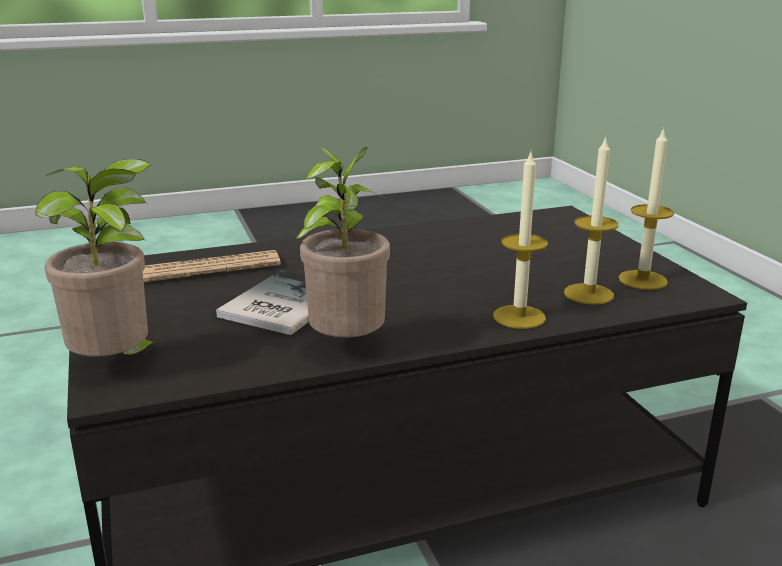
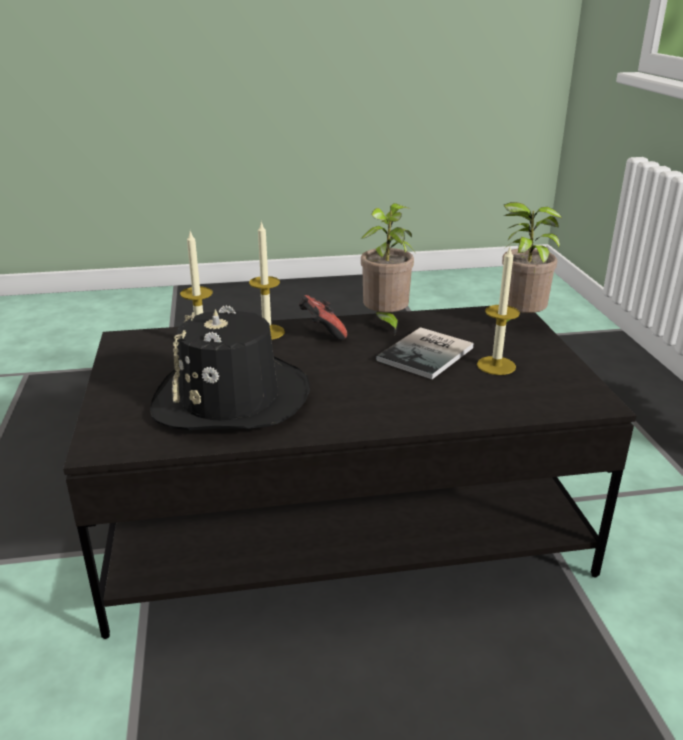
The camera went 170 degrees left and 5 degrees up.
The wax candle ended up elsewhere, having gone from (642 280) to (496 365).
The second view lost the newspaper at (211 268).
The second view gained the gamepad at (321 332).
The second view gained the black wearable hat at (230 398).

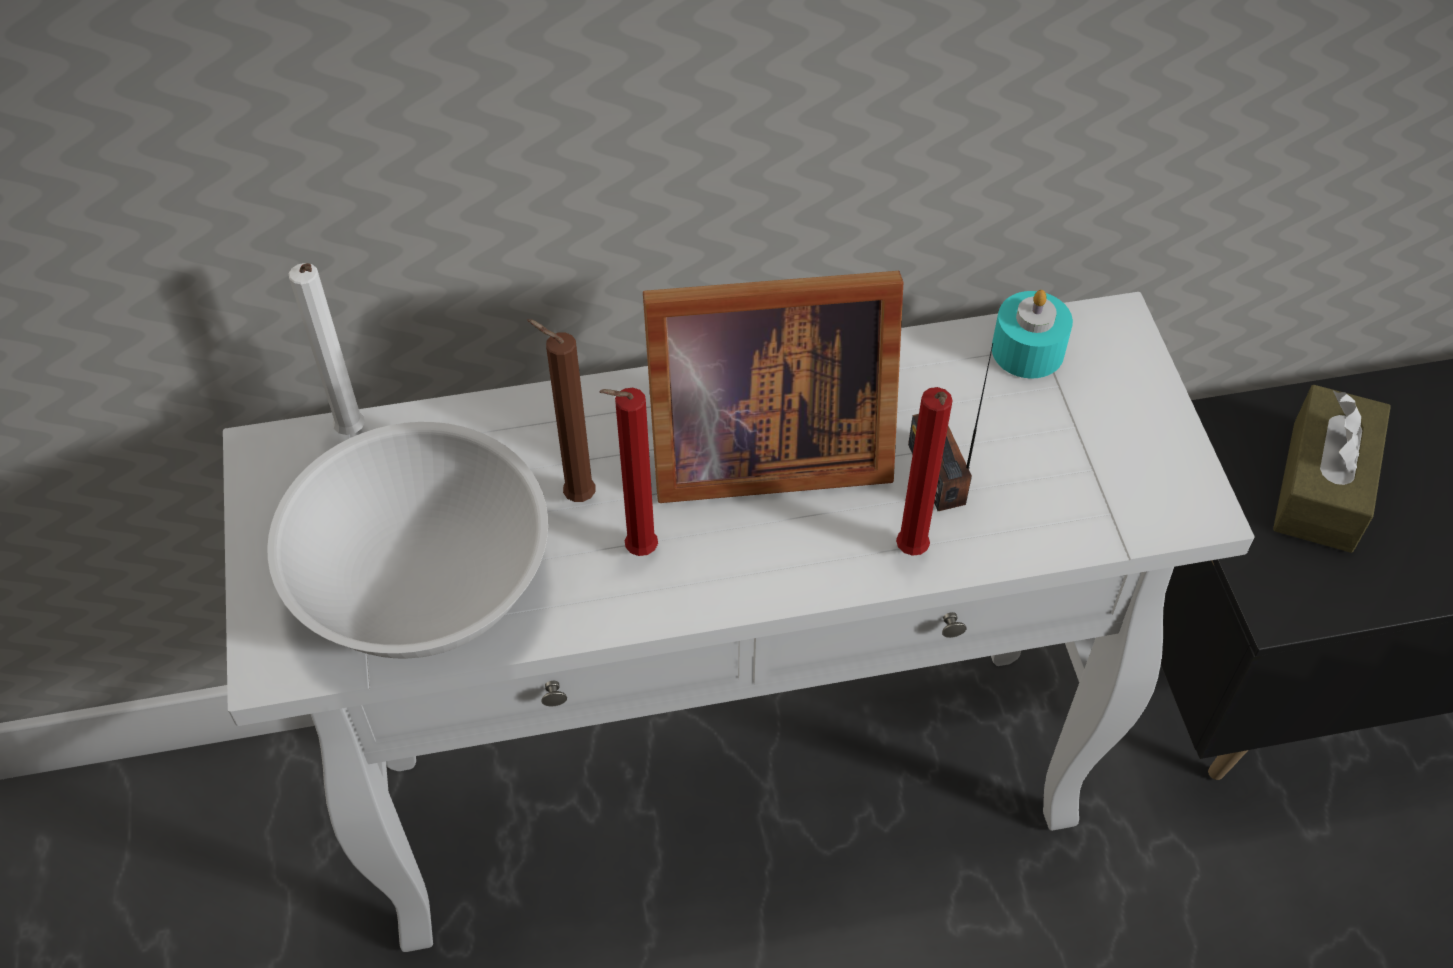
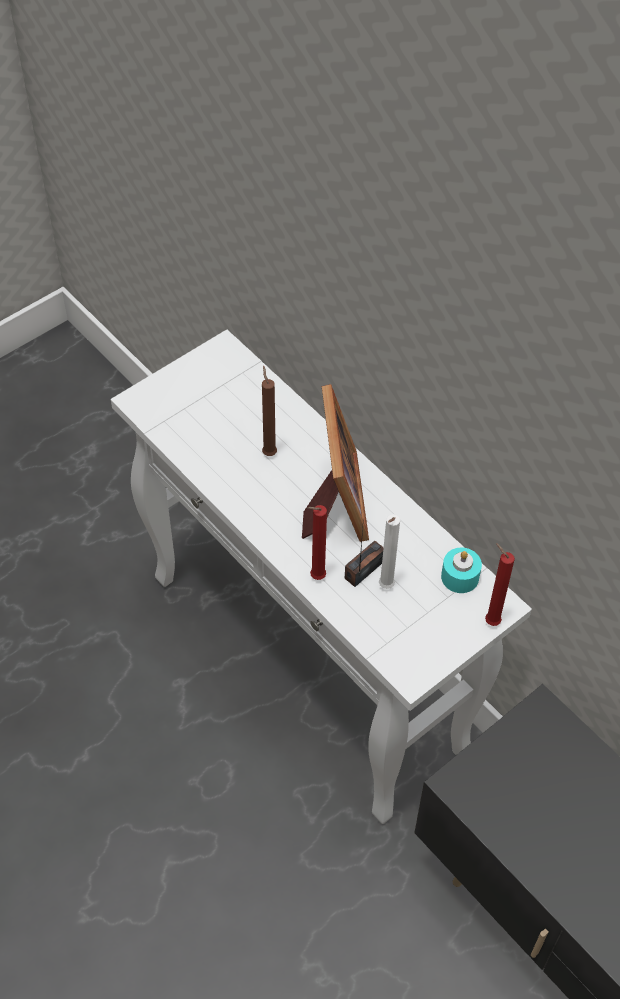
The camera went 60 degrees right and 0 degrees up.
The whitish wax candle ended up elsewhere, having gone from (353 434) to (385 587).
The standing frame at (758 448) ended up facing another way, 150 degrees counterclockwise from before.
The second view lost the brown-coloured tissue box at (1322 486).
The reddish wax candle ended up elsewhere, having gone from (636 552) to (490 621).
The second view lost the whitish bowl at (423 588).

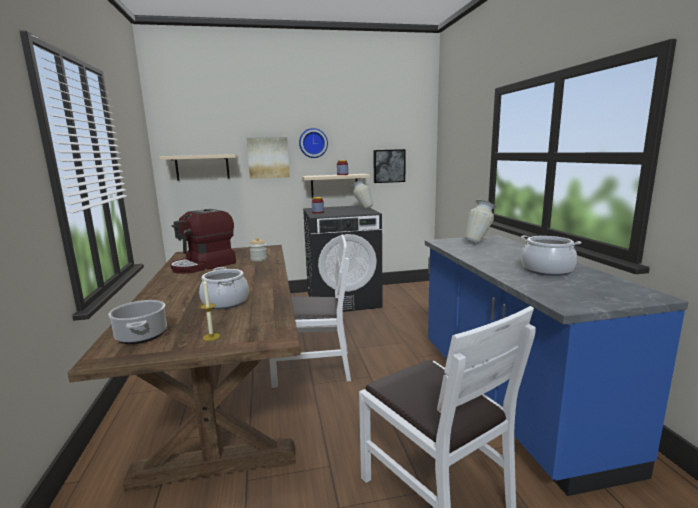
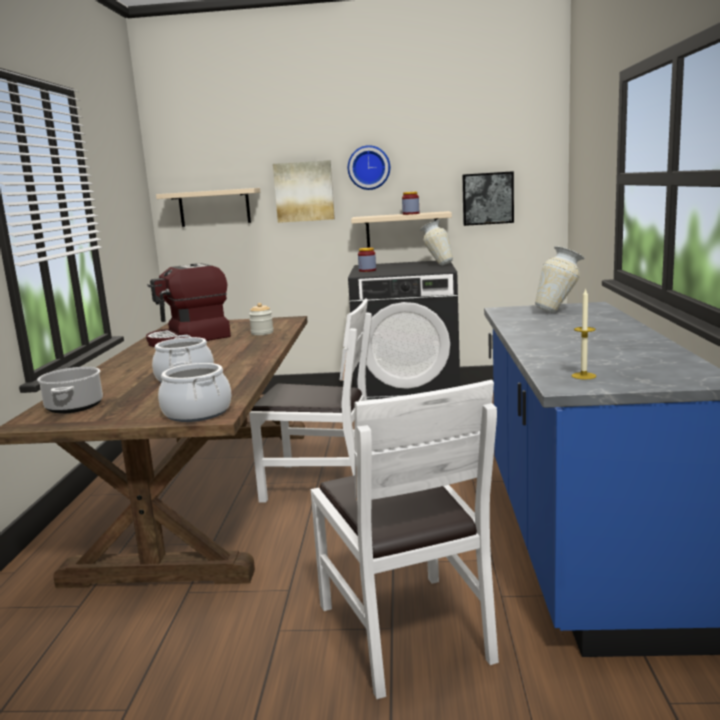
The camera went 15 degrees right and 0 degrees up.
The cooking pot ended up elsewhere, having gone from (547 270) to (197 413).
The wax candle ended up elsewhere, having gone from (211 337) to (583 376).

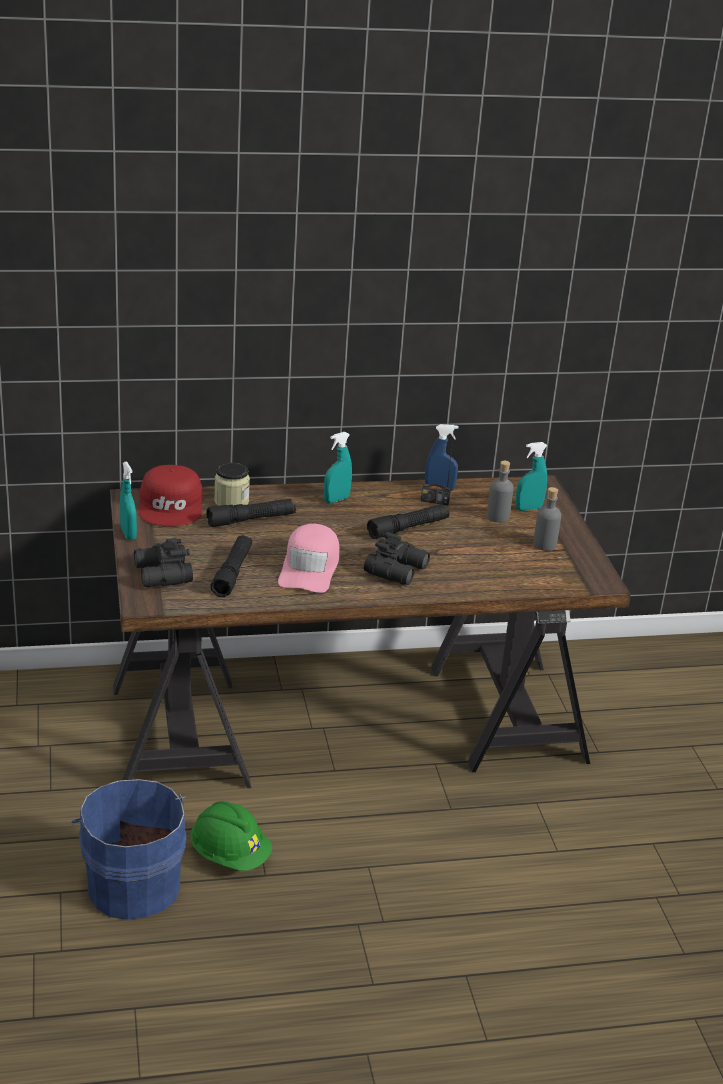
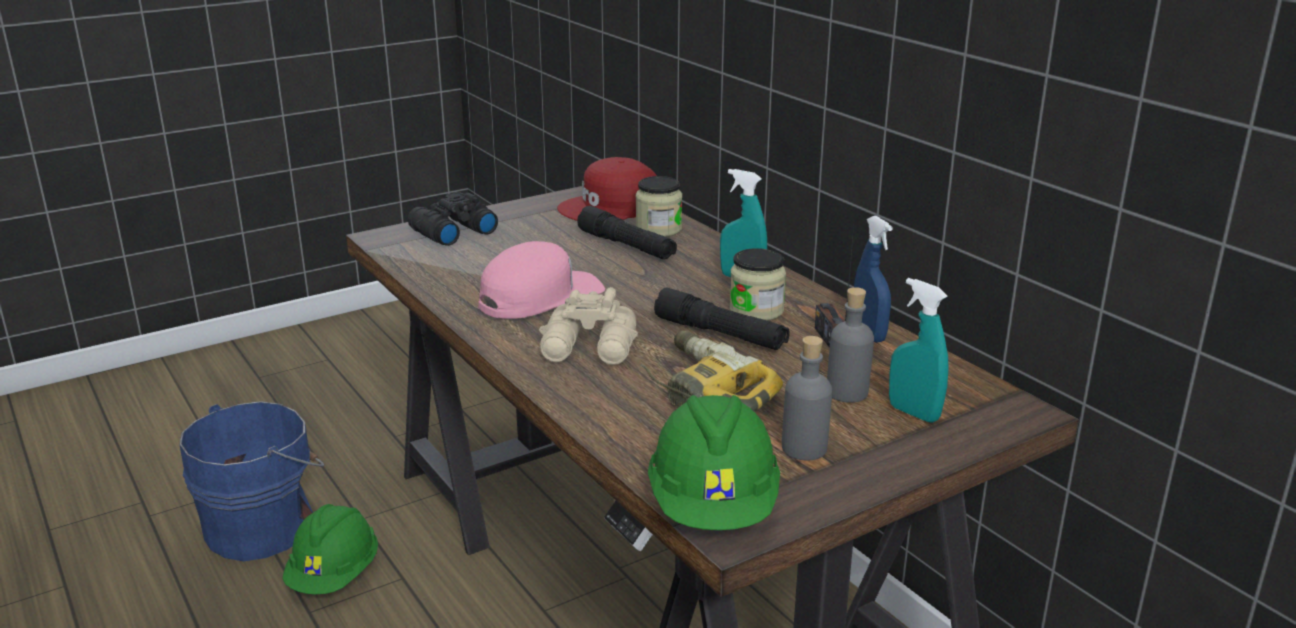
The camera went 70 degrees right and 5 degrees down.
The second view lost the turquoise-coloured hand sprayer at (128 534).
The pink-coloured peaked cap at (310 568) ended up facing another way, 150 degrees clockwise from before.
What was the black binoculars at (398 570) turned into the beige binoculars at (591 349).
The second view lost the black flashlight at (232 573).
The second view gained the preserve jar at (756 310).
The second view gained the drill at (703 393).
The second view gained the green-coloured hard hat at (713 505).

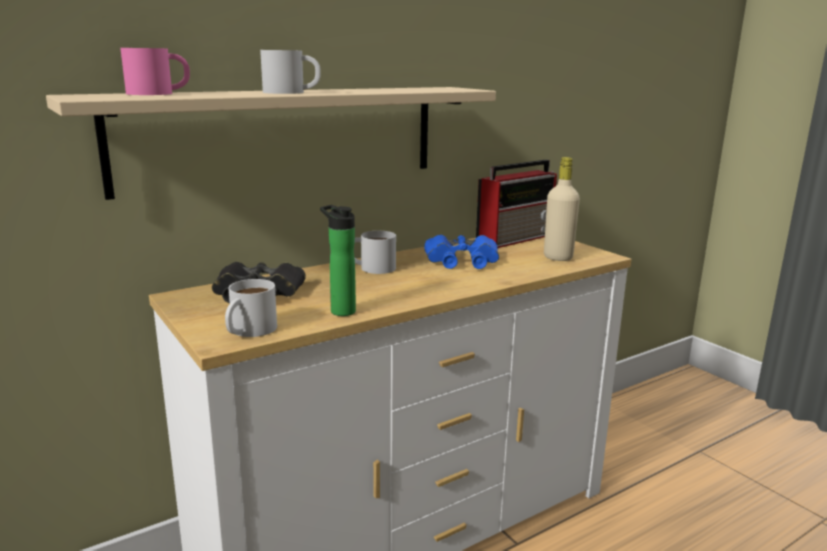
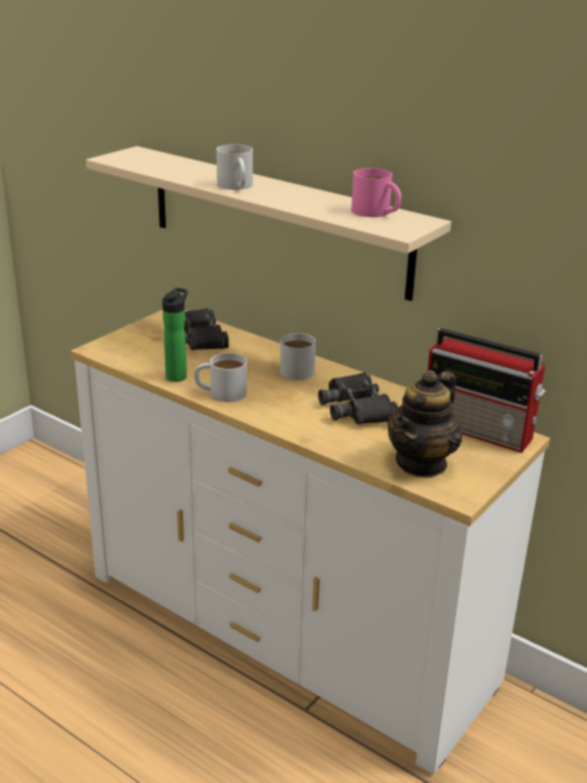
The camera went 70 degrees right and 10 degrees up.
The pink-coloured tea mug ended up elsewhere, having gone from (159 93) to (376 213).
Where the beige drink bottle stood at (558 257), the pot for tea came to stand at (421 463).
What was the blue-coloured binoculars at (461 260) turned into the black binoculars at (357 408).
The whitish tea mug ended up elsewhere, having gone from (248 331) to (220 392).

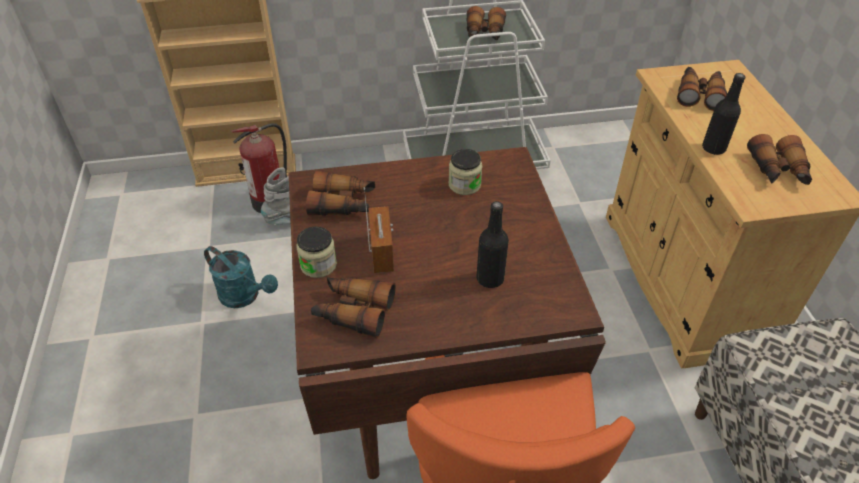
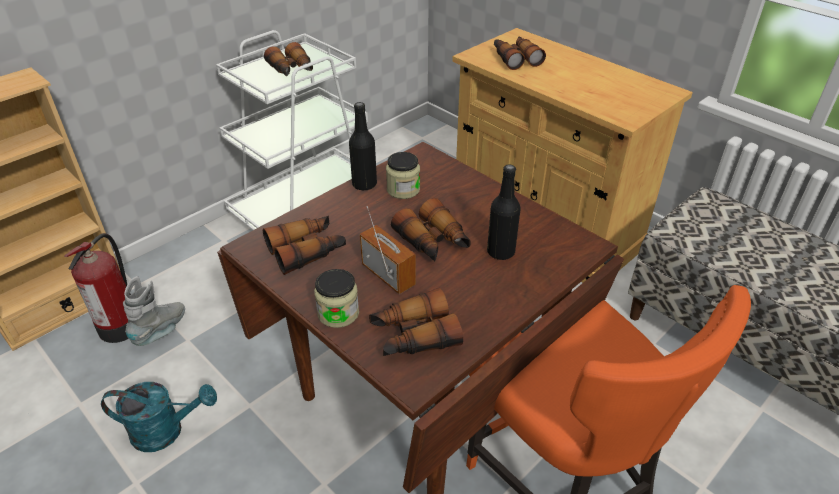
The camera went 35 degrees left and 5 degrees down.
The black drink bottle ended up elsewhere, having gone from (713 148) to (364 184).
The binoculars ended up elsewhere, having gone from (778 171) to (433 242).

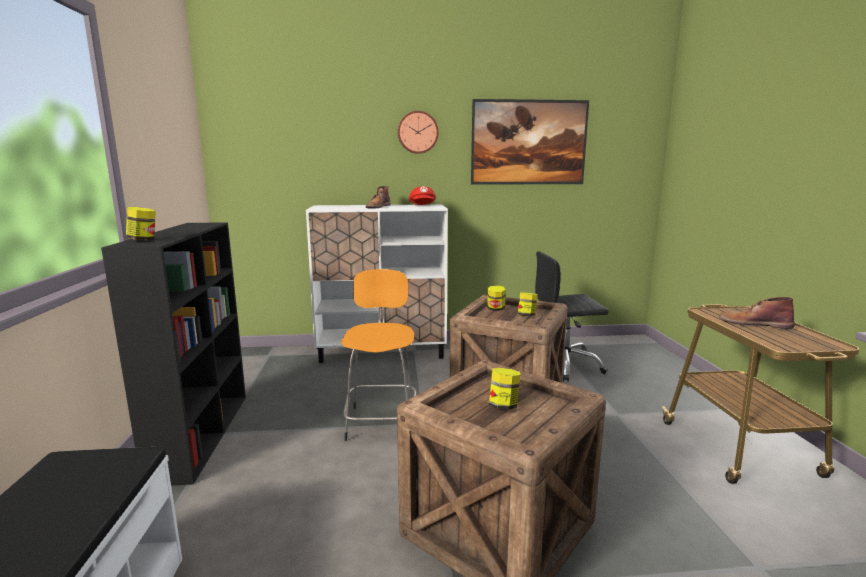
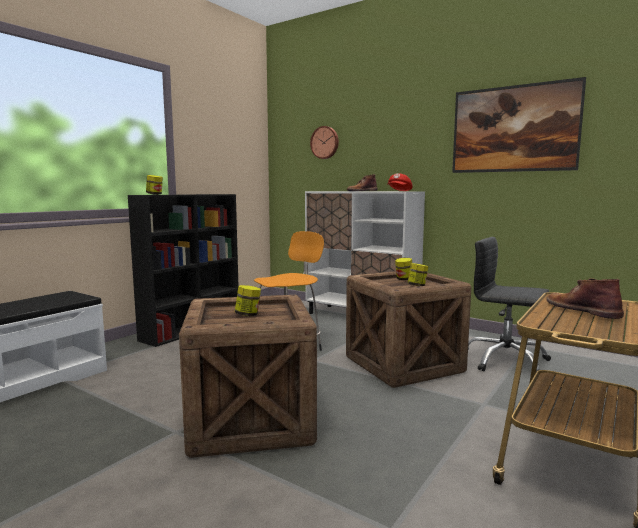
The camera went 40 degrees right and 5 degrees down.
The wall clock ended up elsewhere, having gone from (417 132) to (325 142).

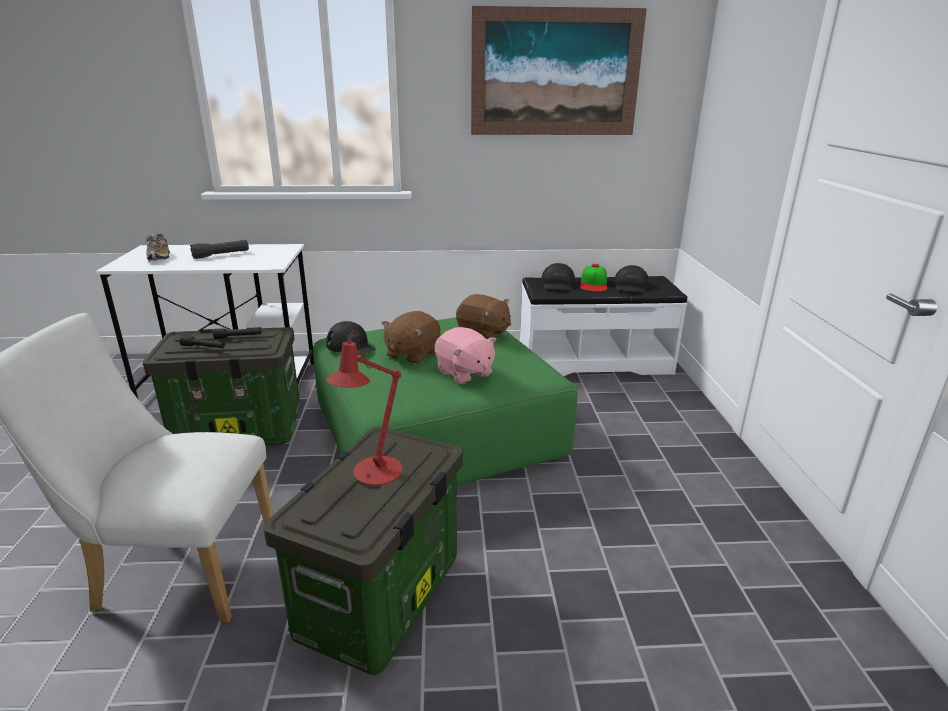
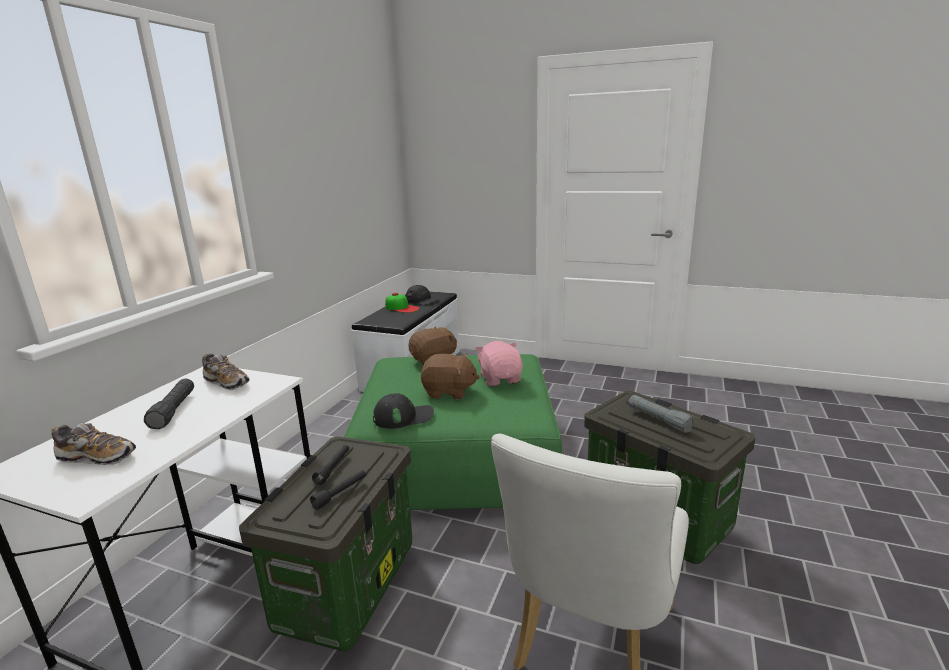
The camera went 65 degrees left and 5 degrees down.
The second view lost the wall picture at (555 73).
The second view lost the black peaked cap at (558 284).
The brown-coloured plush toy at (412 354) ended up facing another way, 45 degrees counterclockwise from before.
The pink-coloured plush toy at (464 373) ended up facing another way, 90 degrees counterclockwise from before.
Where the reddish table lamp stood at (373 474), the grey flashlight came to stand at (658 420).
The second view gained the shoe at (227 383).

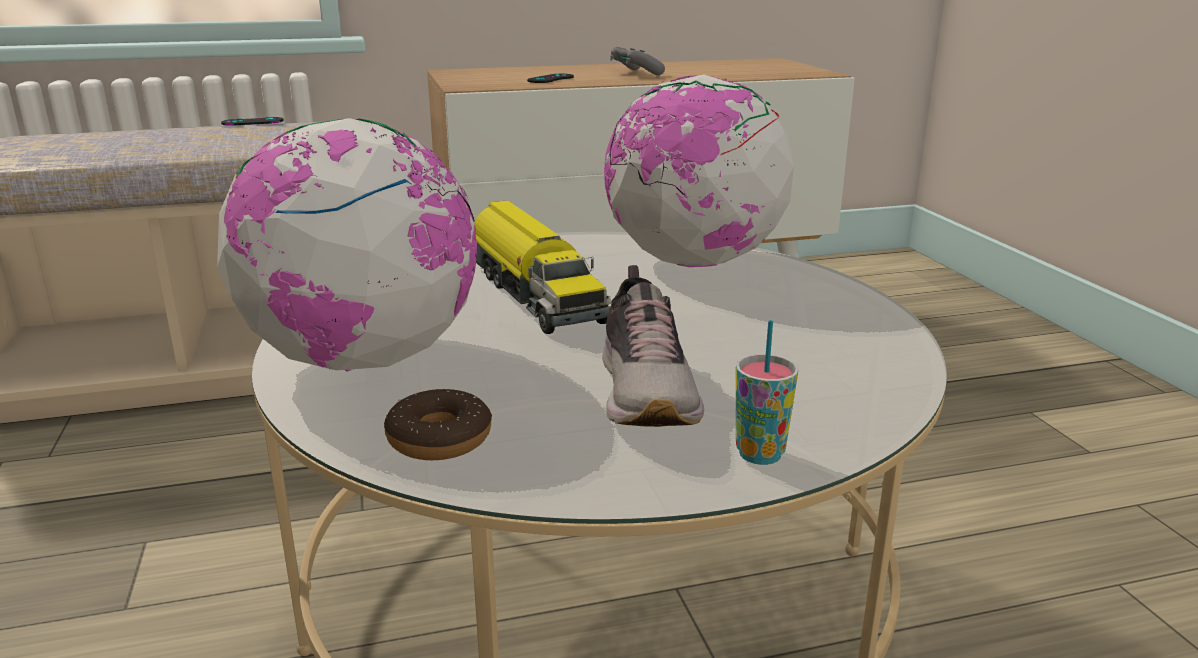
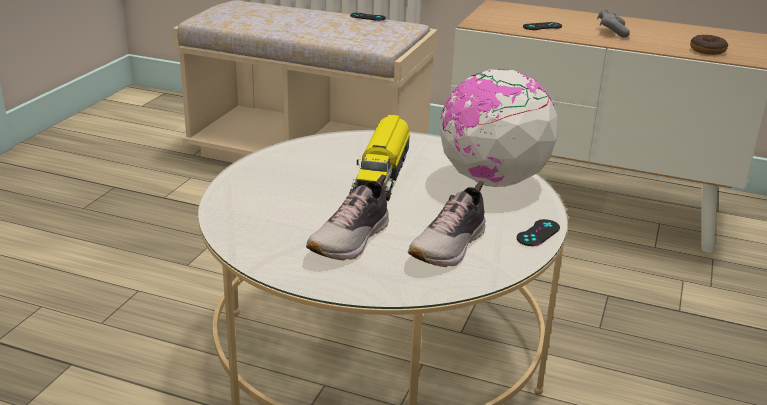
The camera went 35 degrees right and 5 degrees up.
The second view lost the desk globe at (365 359).
The second view lost the drinking cup at (760 454).
The ring doughnut ended up elsewhere, having gone from (439 439) to (707 50).
The second view gained the shoe at (450 246).
The second view gained the black gamepad at (538 233).

